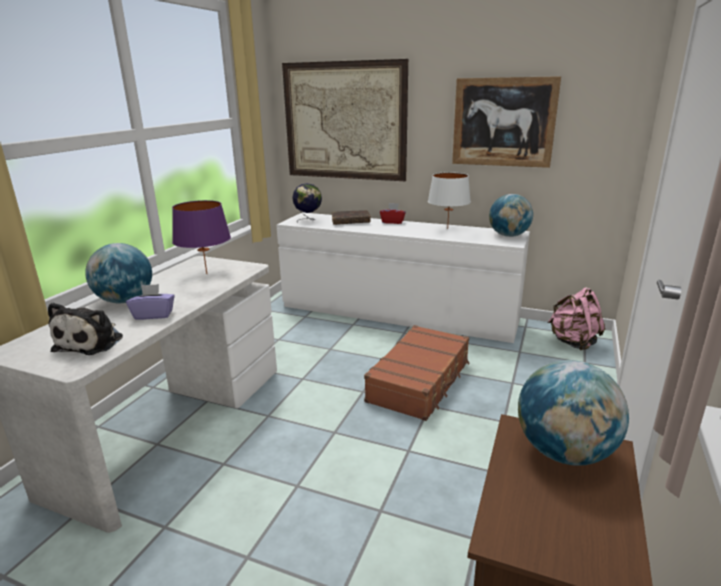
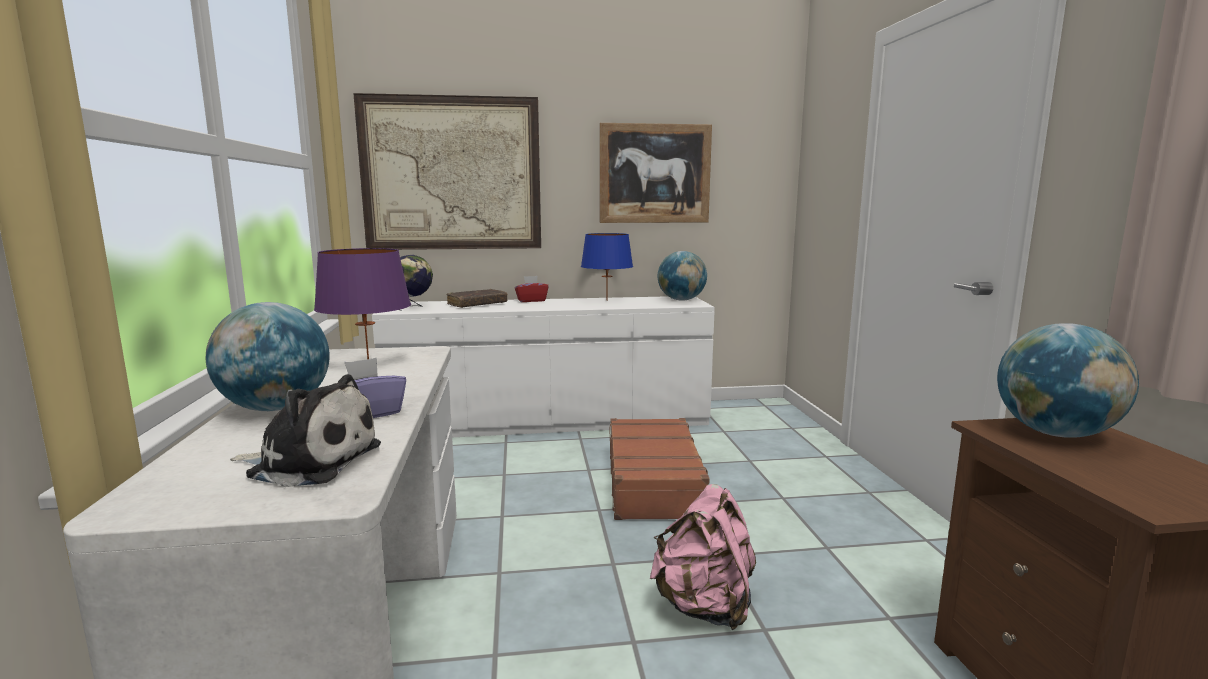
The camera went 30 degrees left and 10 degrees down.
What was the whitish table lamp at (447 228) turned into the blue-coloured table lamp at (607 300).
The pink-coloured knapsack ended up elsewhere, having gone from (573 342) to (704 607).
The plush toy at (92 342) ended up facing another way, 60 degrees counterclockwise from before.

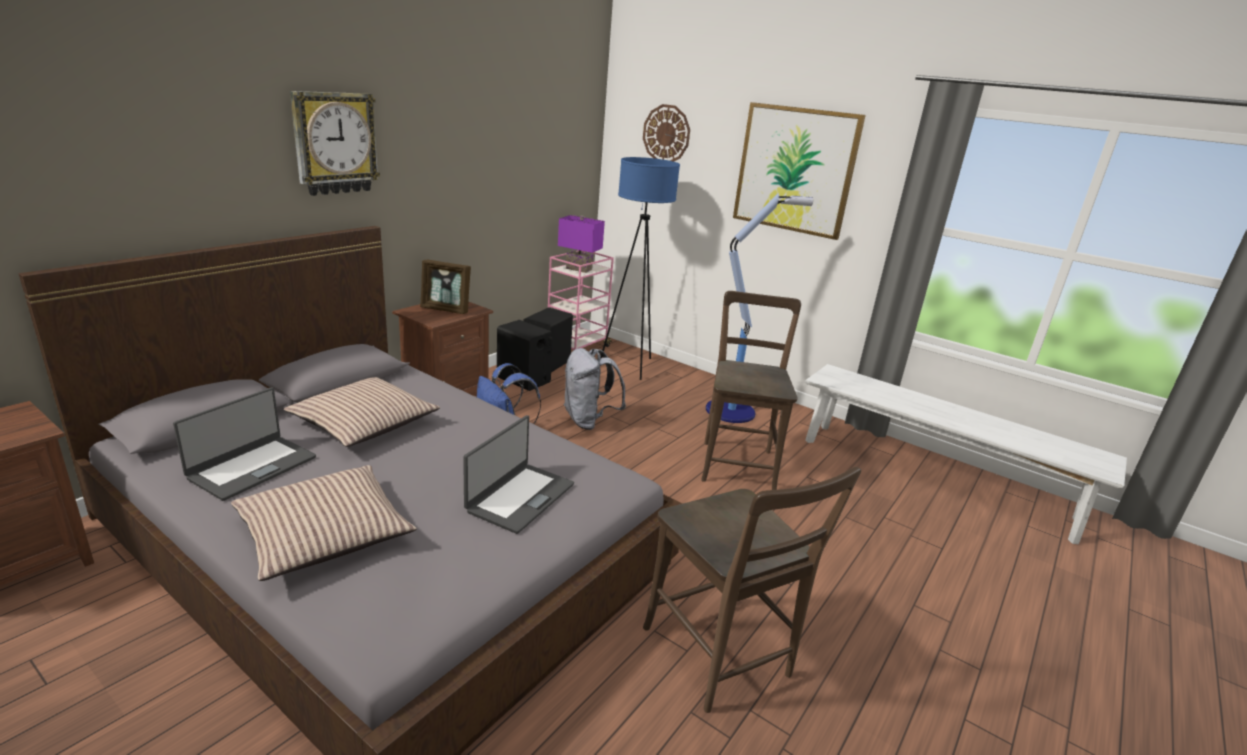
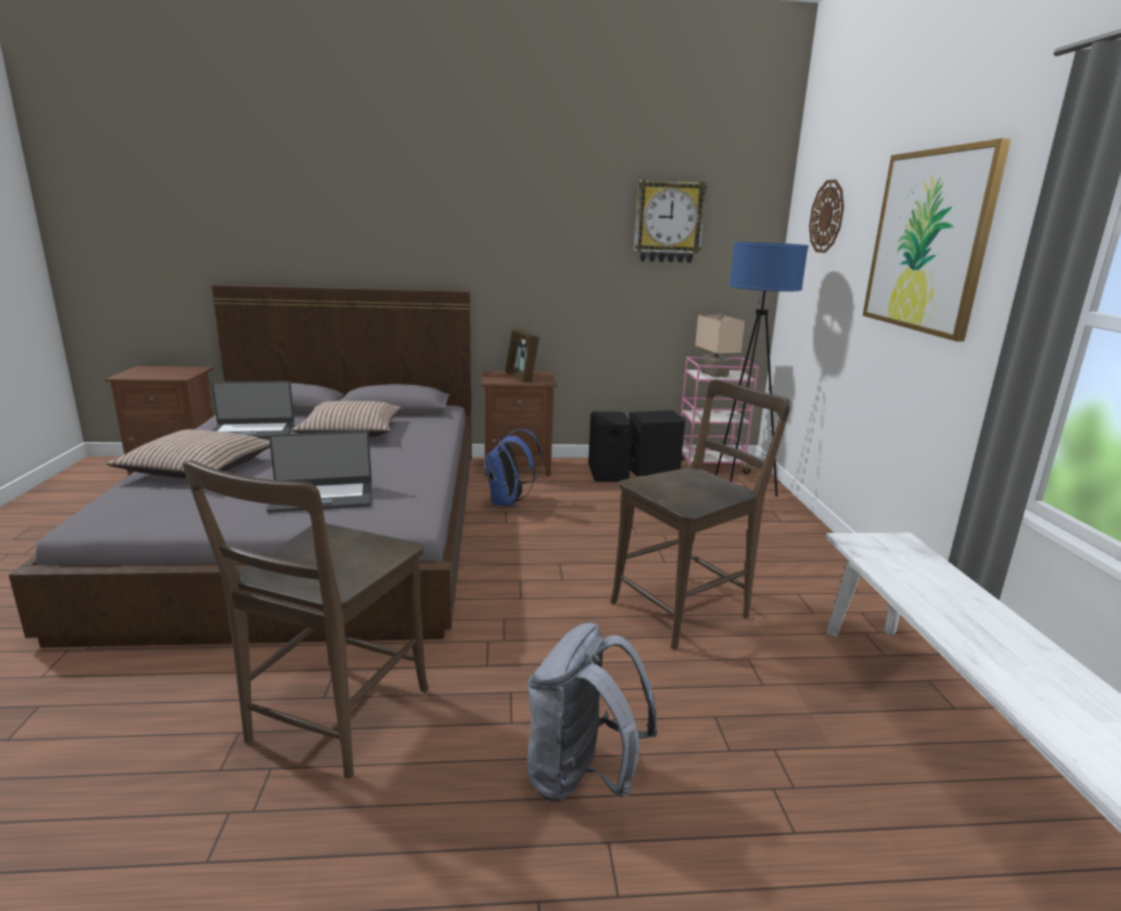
The camera went 50 degrees right and 5 degrees down.
The wall clock ended up elsewhere, having gone from (335 143) to (668 222).
The second view lost the standard lamp at (732 411).
What was the purple table lamp at (578 269) turned into the beige table lamp at (713 374).
The grey knapsack ended up elsewhere, having gone from (589 421) to (581 778).

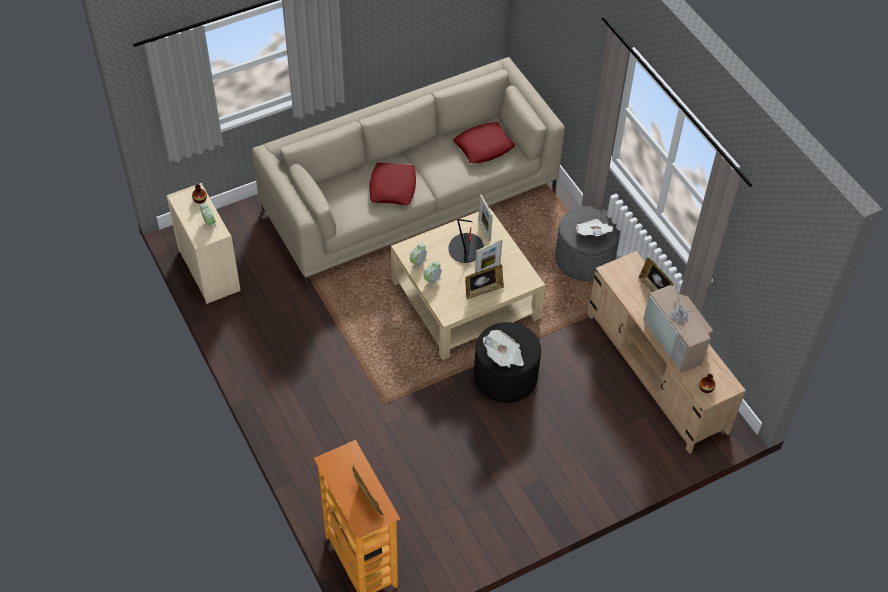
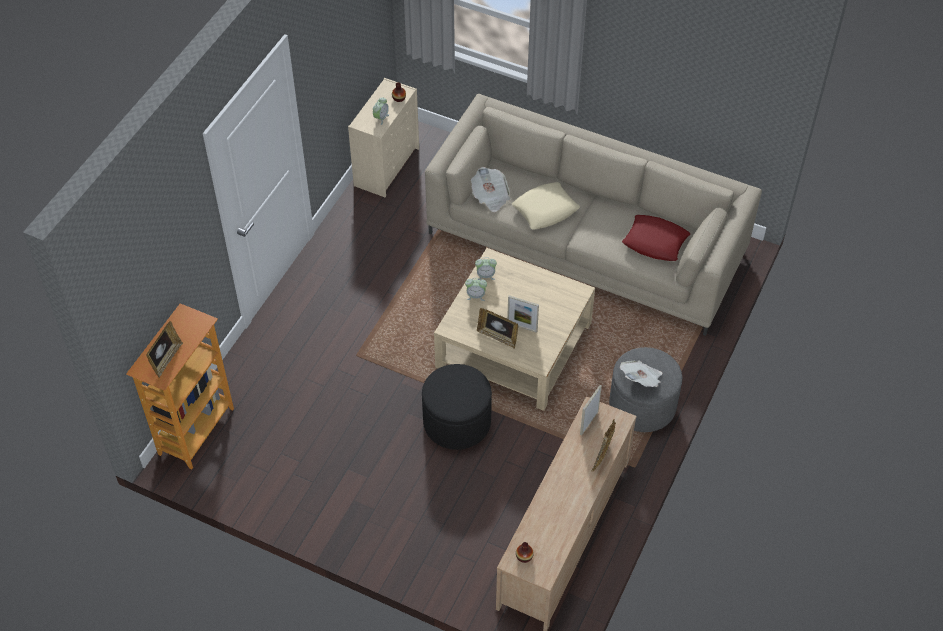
The camera went 55 degrees right and 0 degrees up.
What was the reddish pillow at (393 188) turned into the beige pillow at (545 210).
The standing frame ended up elsewhere, having gone from (484 231) to (589 423).
The second view lost the table lamp at (466 249).
The second view lost the TV set at (677 340).
The newspaper ended up elsewhere, having gone from (503 356) to (490 197).

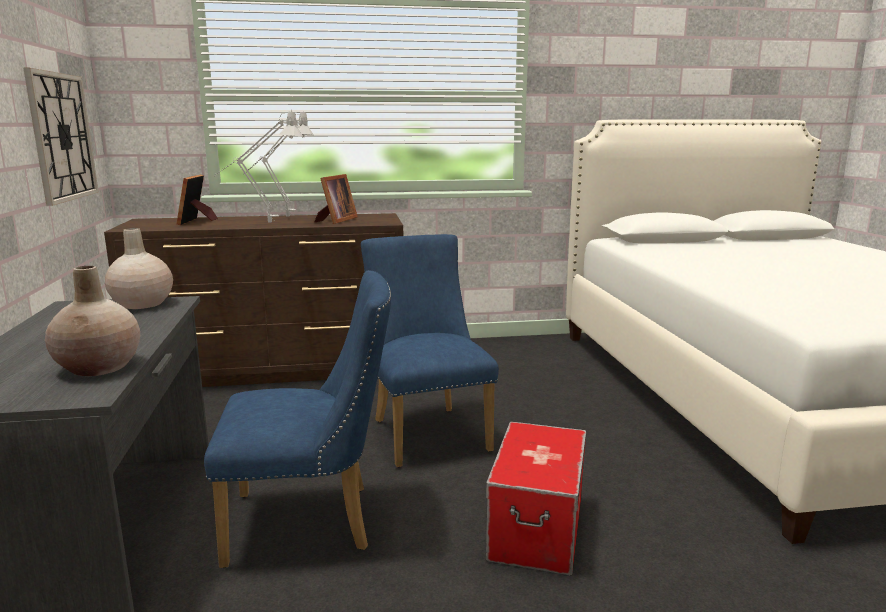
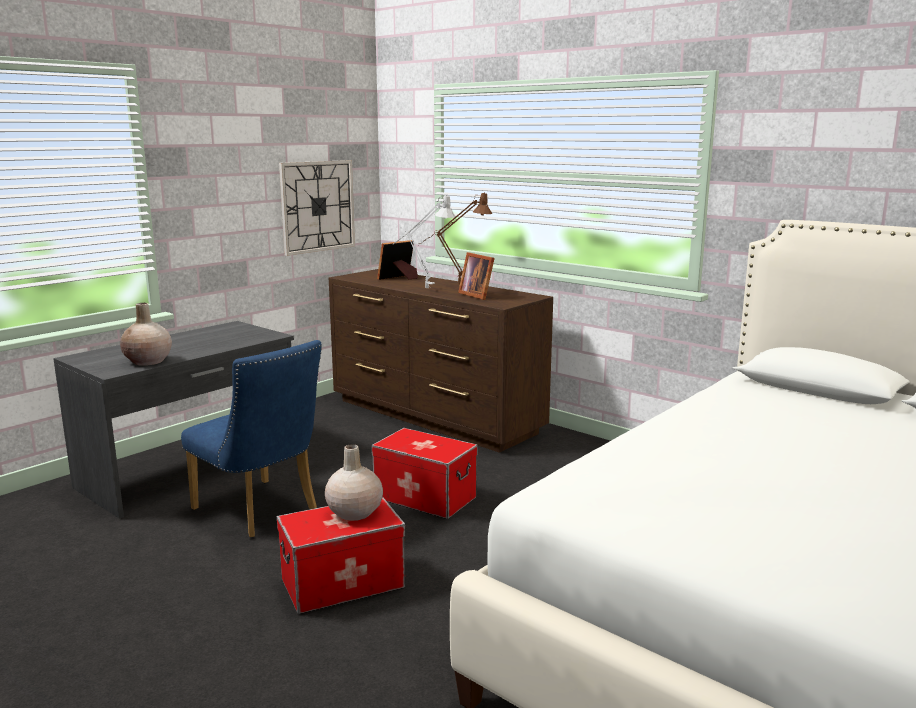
The camera went 50 degrees right and 0 degrees up.
What was the grey table lamp at (283 218) turned into the brown-coloured table lamp at (454 286).
The standing frame at (336 220) ended up facing another way, 75 degrees clockwise from before.
The beige decorative vase ended up elsewhere, having gone from (142 304) to (354 512).
Where the blue-coloured chair stood at (426 431), the storage container came to stand at (425 497).

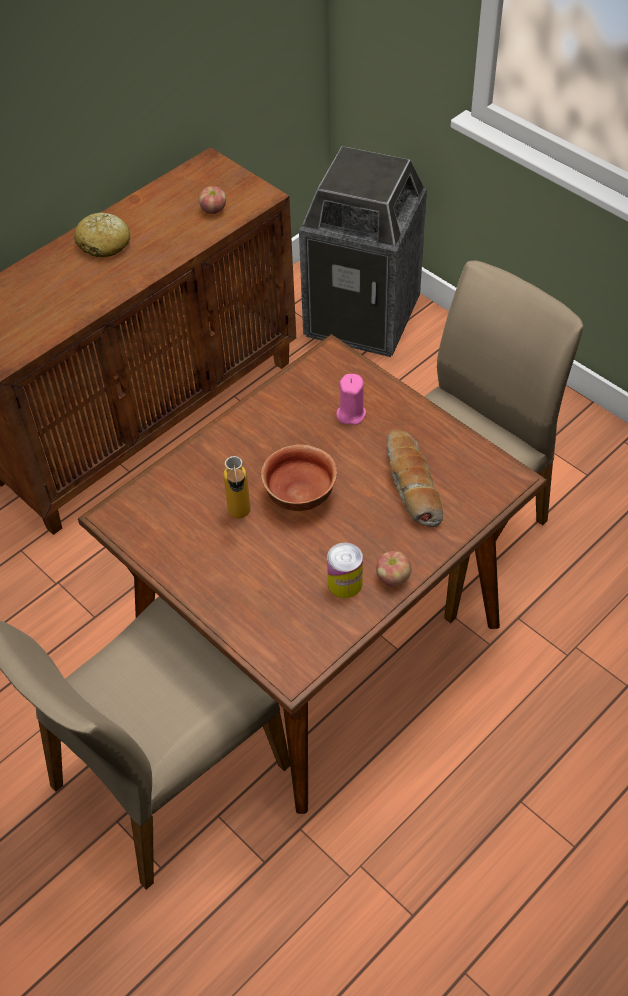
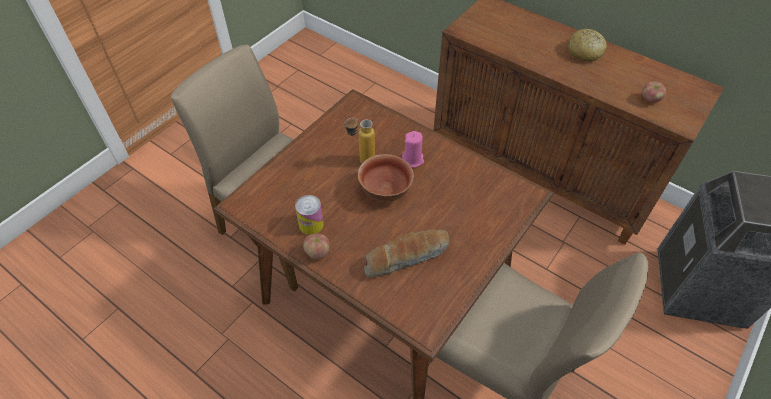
The camera went 80 degrees right and 0 degrees up.
The pink-coloured wax candle ended up elsewhere, having gone from (351 414) to (413 160).

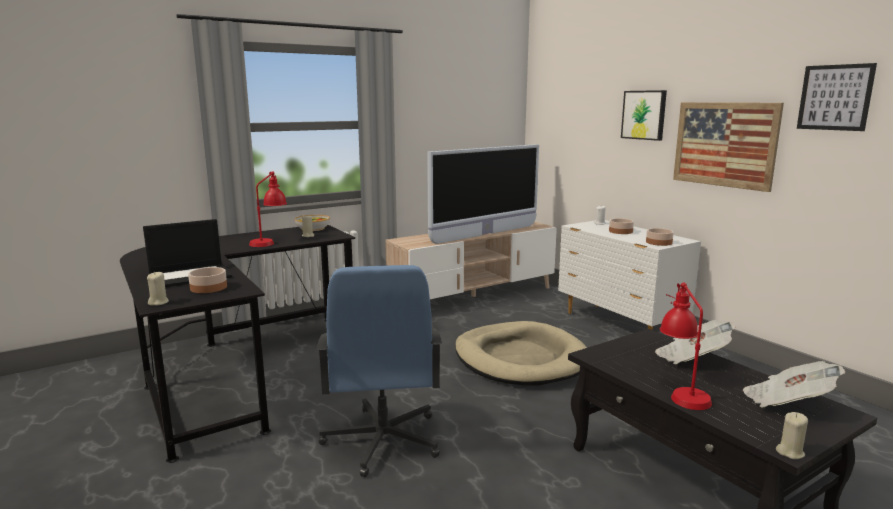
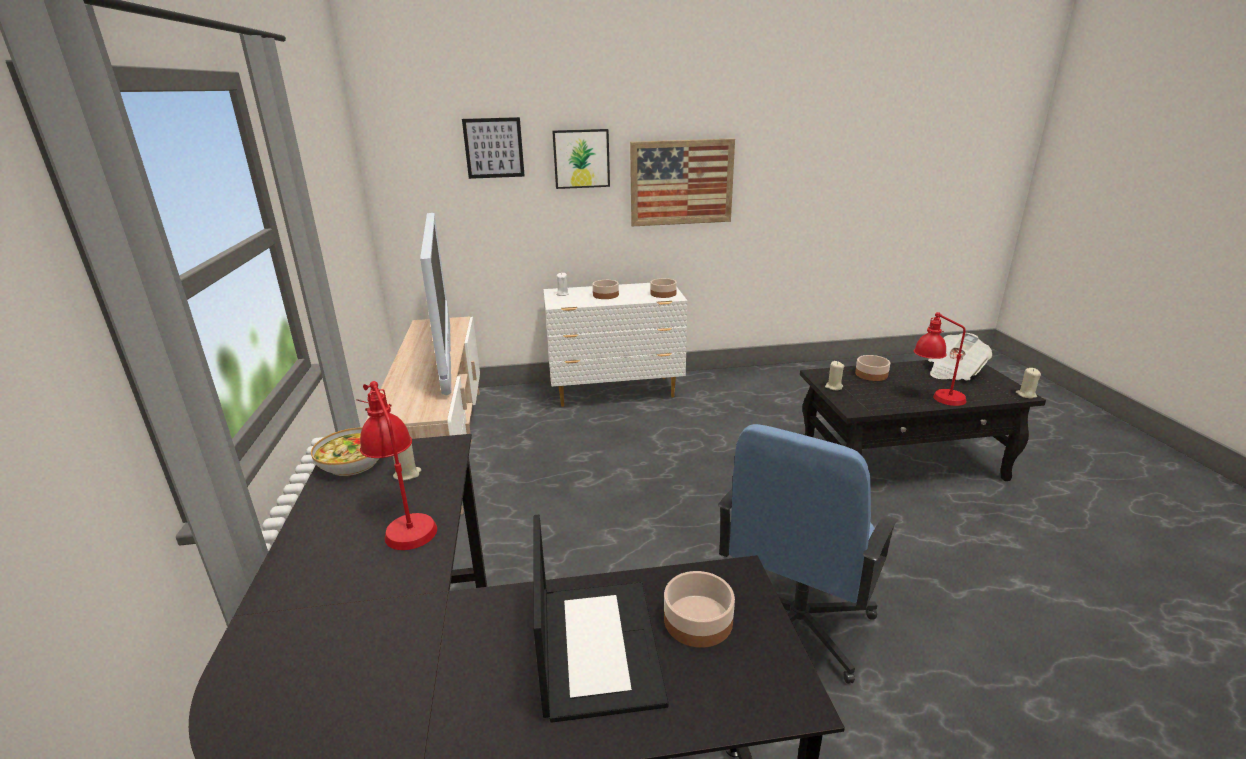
The camera went 65 degrees left and 10 degrees up.
The wall picture ended up elsewhere, having gone from (835 97) to (494 148).
The blue-coloured computer chair at (382 441) ended up facing another way, 105 degrees clockwise from before.
The beige wax candle ended up elsewhere, having gone from (158 302) to (833 387).
Where the newspaper stood at (691 358), the bowl came to stand at (871 374).
The second view lost the beige dog bed at (520 359).

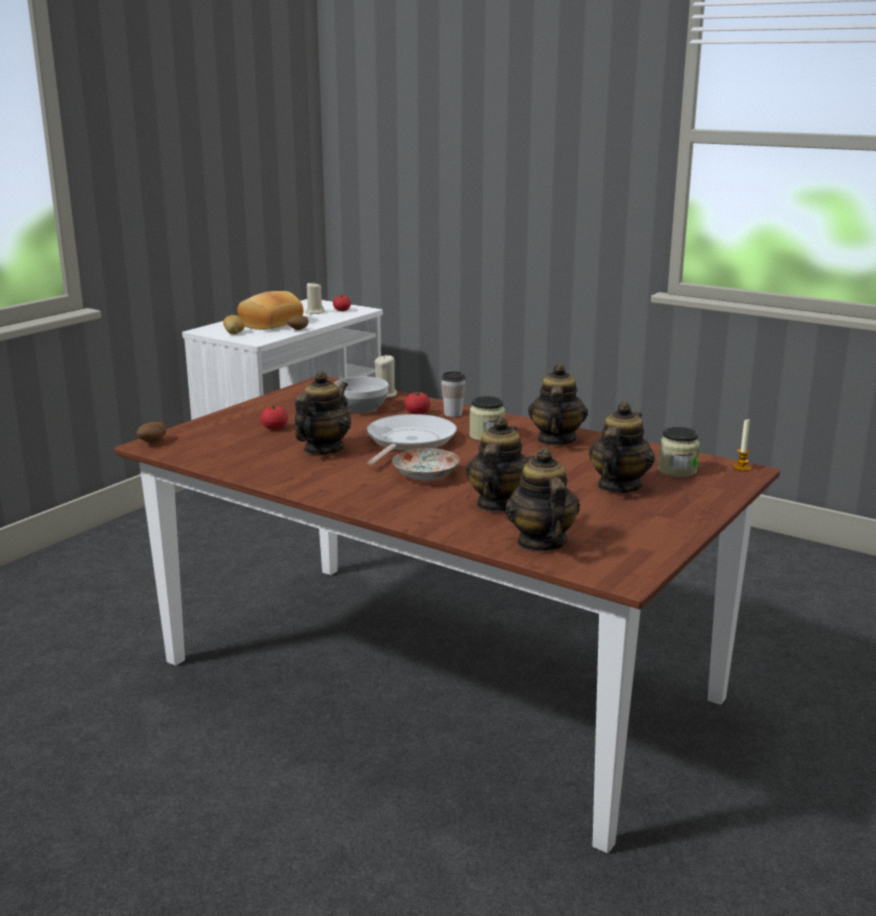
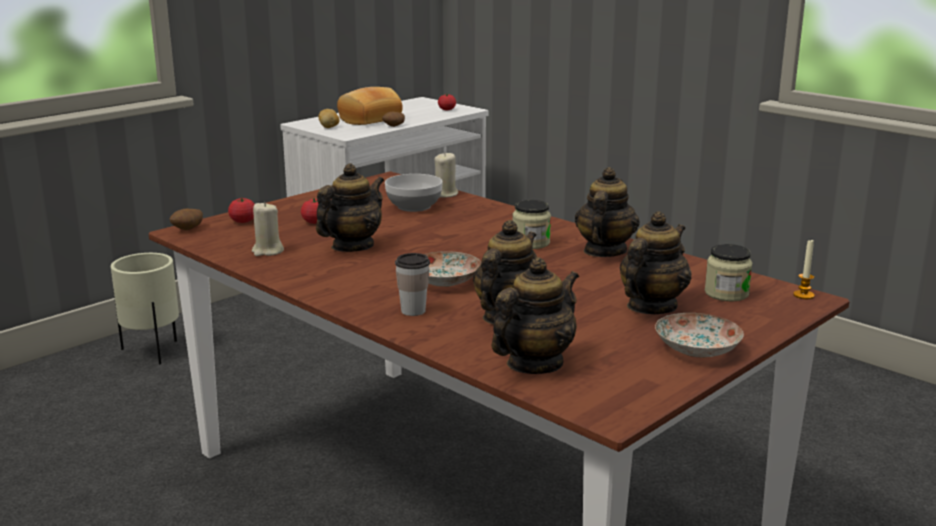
The camera went 10 degrees right and 0 degrees up.
The beige wax candle ended up elsewhere, having gone from (314 312) to (267 251).
The drinking cup ended up elsewhere, having gone from (453 414) to (413 311).
The tomato ended up elsewhere, having gone from (417 413) to (243 221).
The second view lost the skillet at (408 441).
The pot for tea at (541 542) ended up facing another way, 45 degrees clockwise from before.
The second view gained the beige plant pot at (153 352).
The second view gained the dinner plate at (698 349).

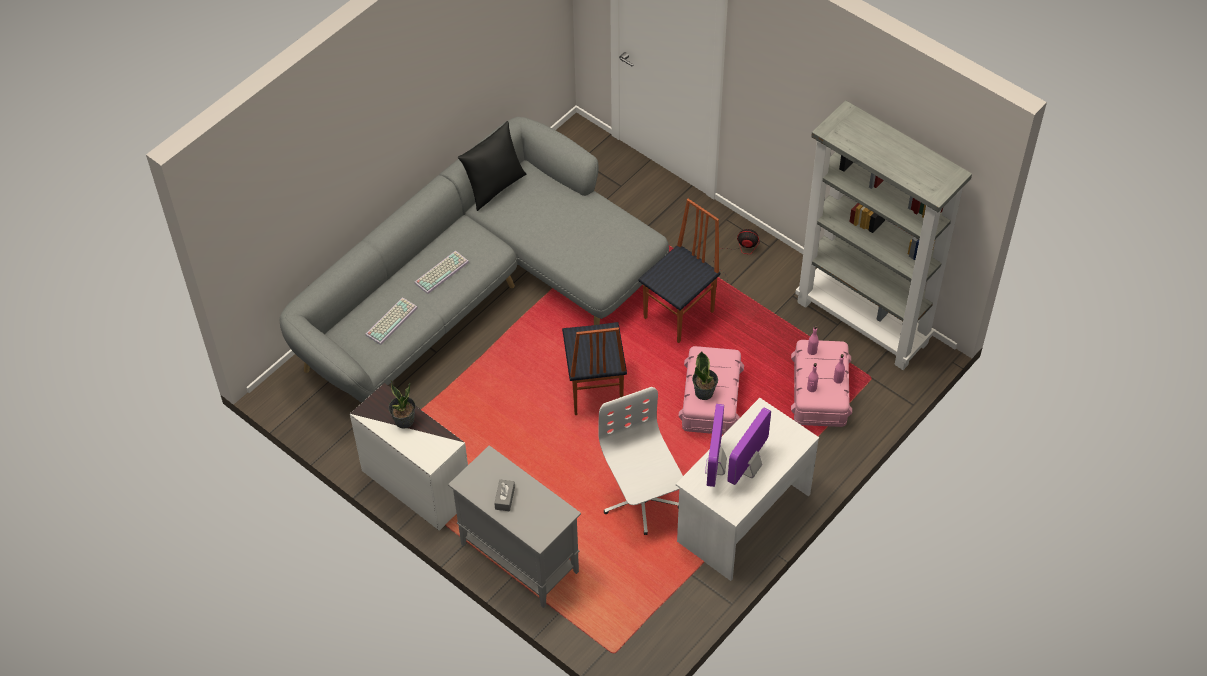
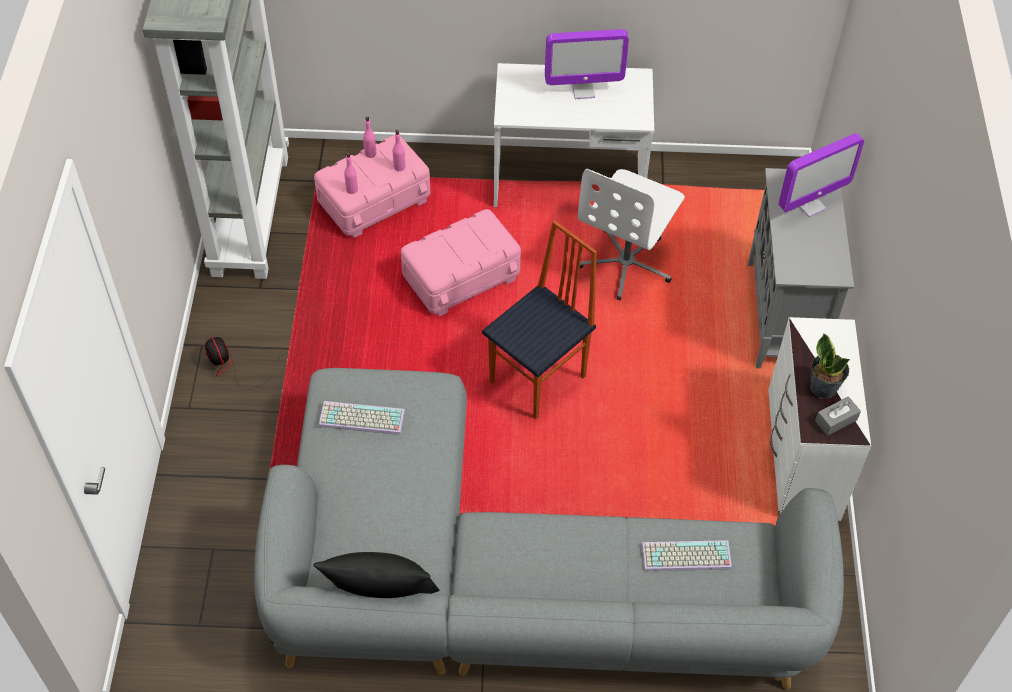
The camera went 130 degrees left and 0 degrees up.
The second view lost the chair at (680 315).
The computer keyboard ended up elsewhere, having gone from (441 271) to (360 419).
The second view lost the houseplant at (704 392).
The computer display ended up elsewhere, having gone from (715 467) to (810 205).
The grey tissue box ended up elsewhere, having gone from (505 498) to (836 420).

